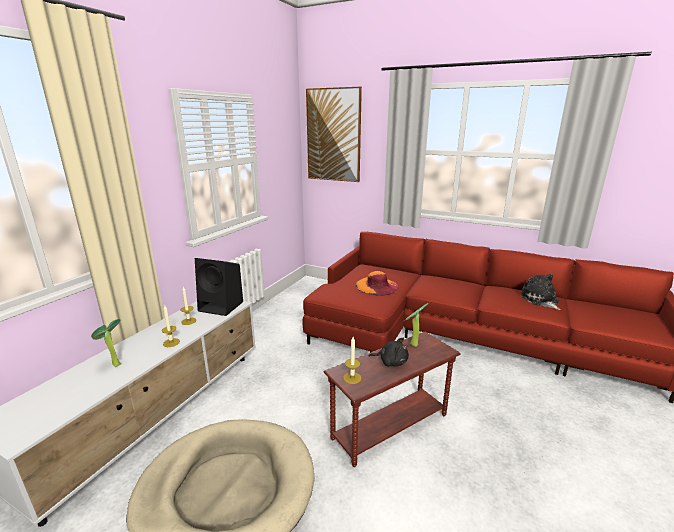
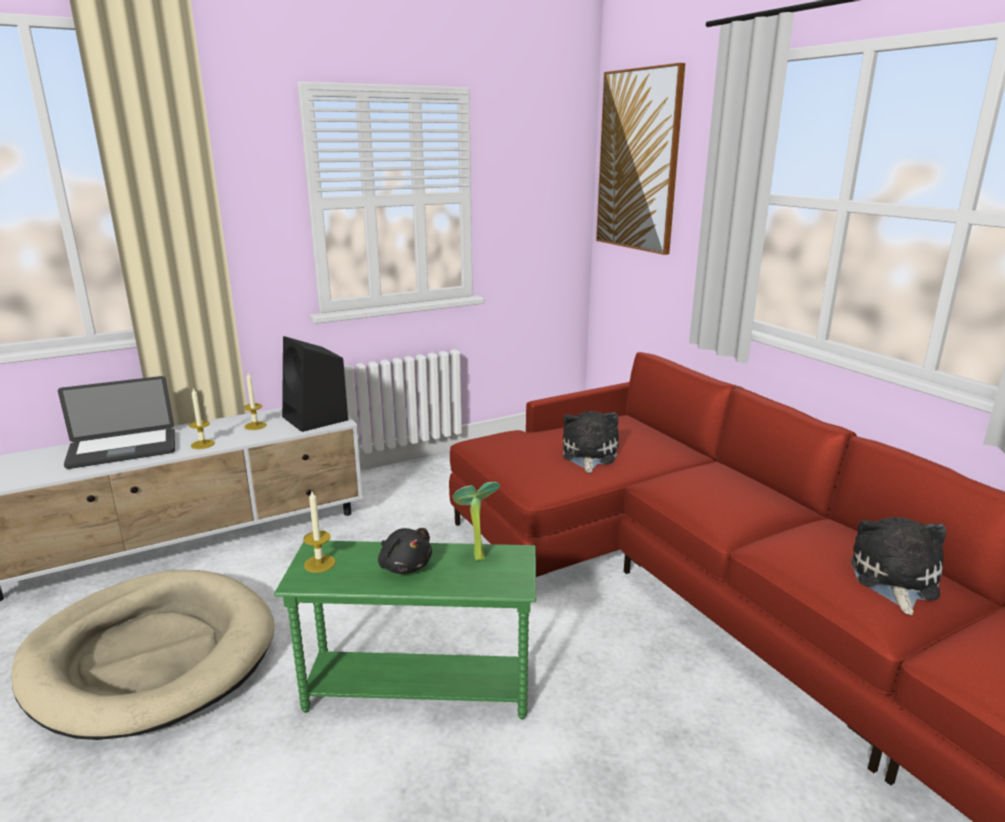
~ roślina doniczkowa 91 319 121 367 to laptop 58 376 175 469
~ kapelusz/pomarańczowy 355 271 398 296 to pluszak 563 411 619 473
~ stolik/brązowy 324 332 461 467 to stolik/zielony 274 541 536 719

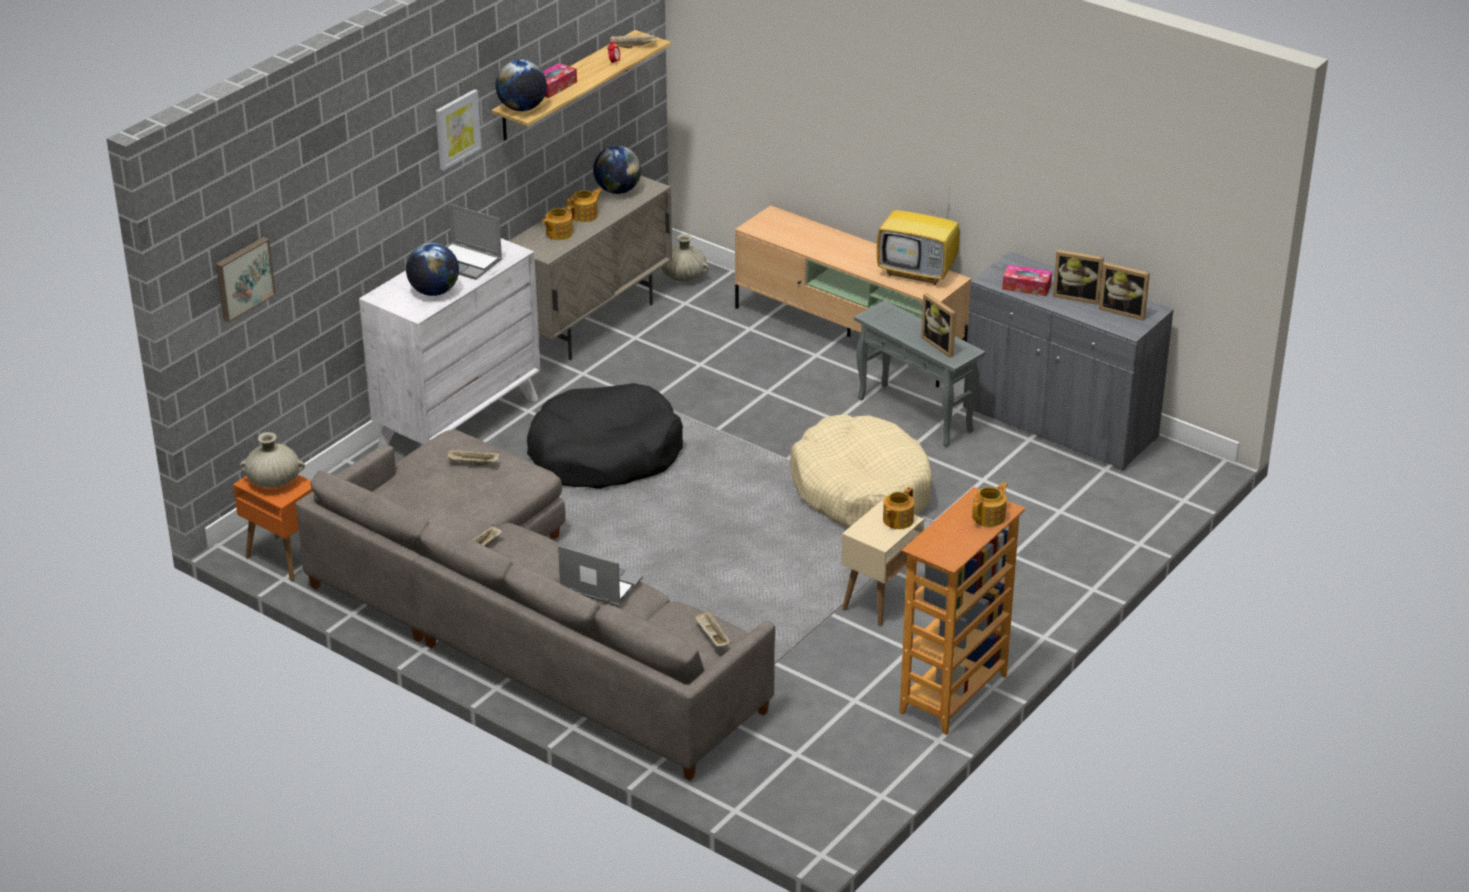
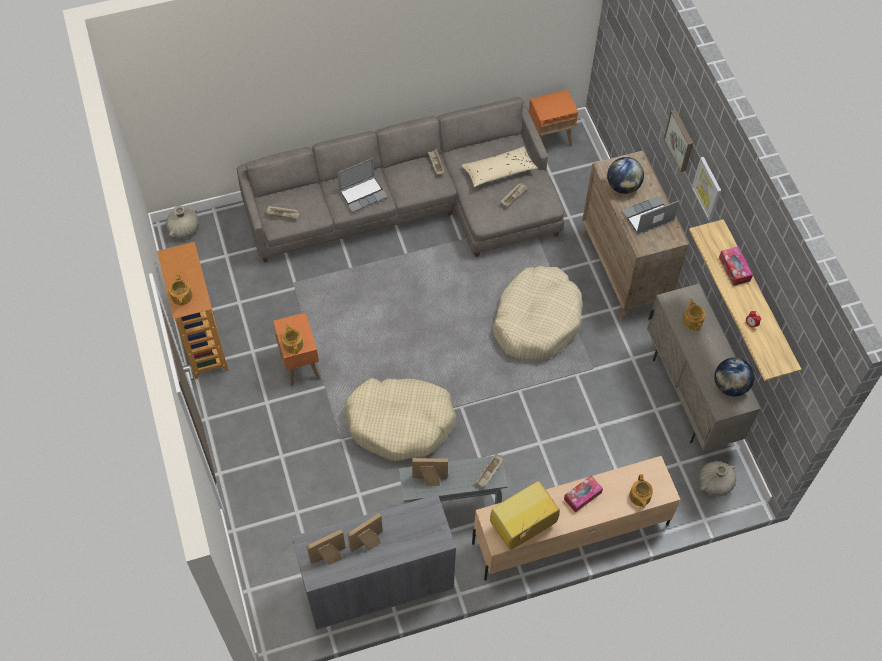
- globus 495 59 547 111
+ poduszka/beżowy 461 146 538 187
~ obraz 216 237 276 322 to 664 109 693 172
~ wazon/beżowy 240 432 305 488 to 166 205 199 238
~ imbryk 566 189 602 222 to 629 474 653 507
~ taca/beżowy 610 34 657 48 to 475 454 503 487
~ pudełko chusteczek 1002 265 1052 296 to 564 476 603 513
~ komoda/biały 359 238 540 448 to komoda/brązowy 582 150 689 321
~ legowisko/czarny 527 383 683 489 to legowisko/beżowy 493 266 583 360
~ stolik/beżowy 841 501 924 626 to stolik/pomarańczowy 273 312 320 386

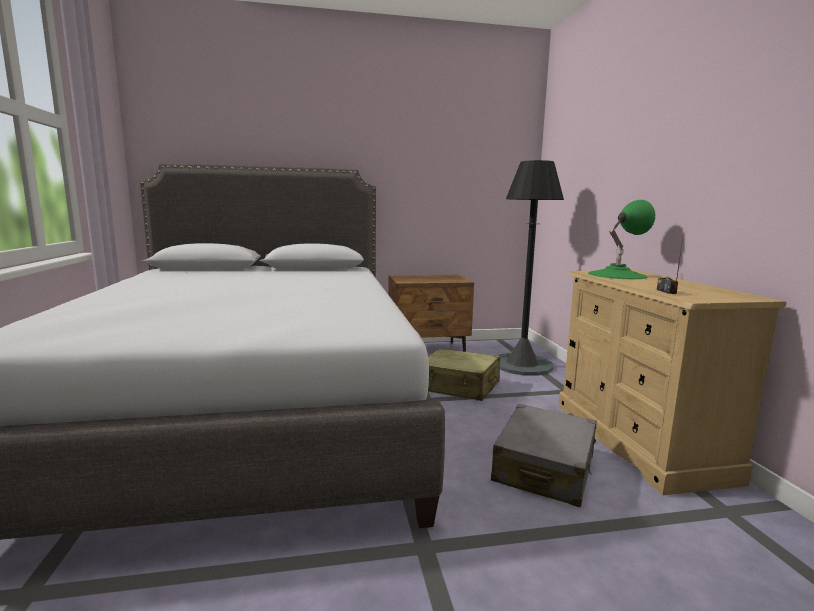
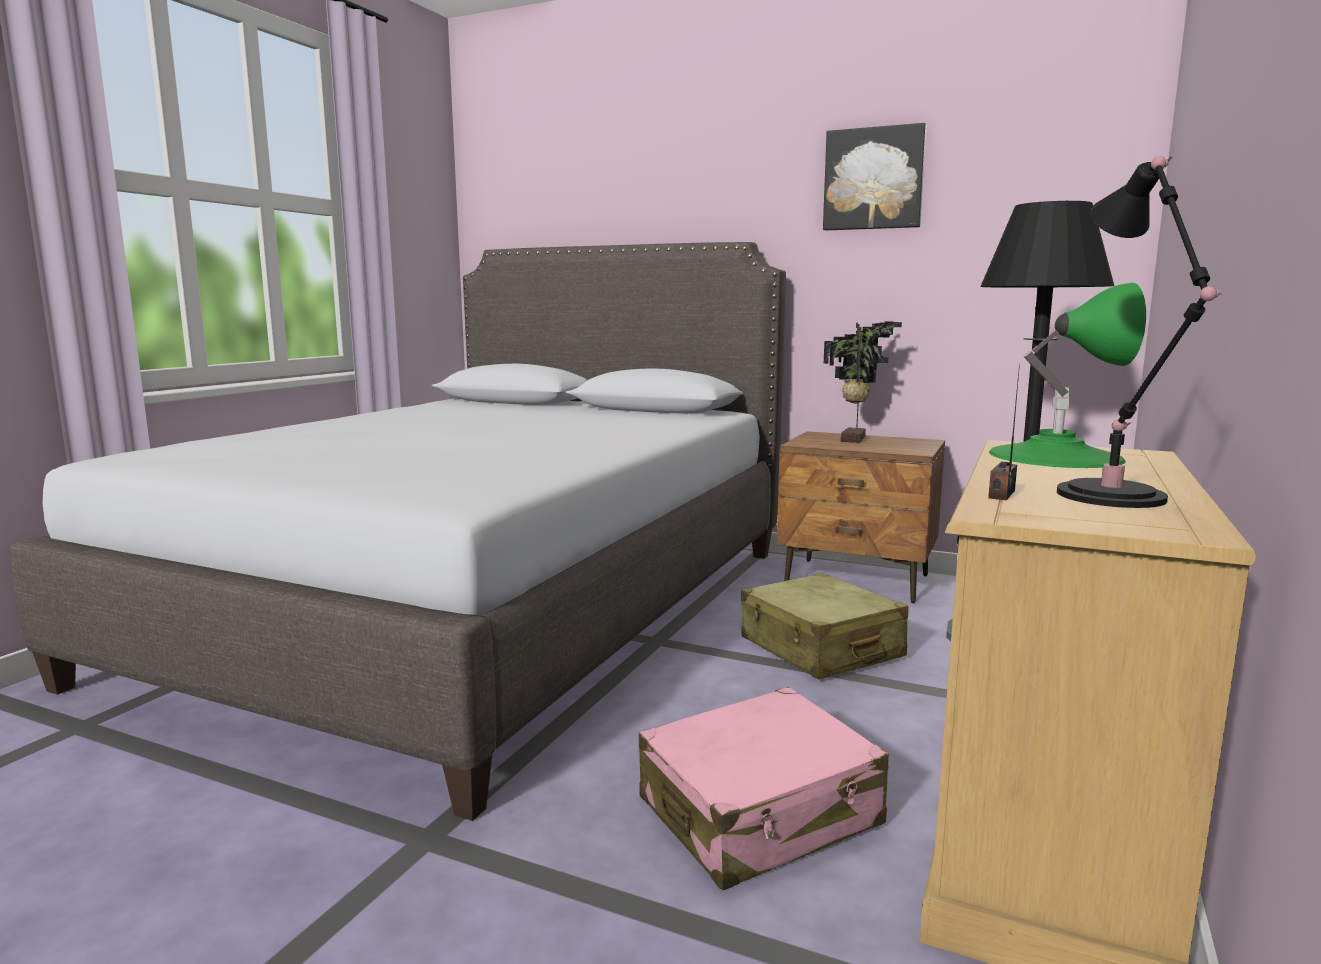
+ obraz 823 123 926 230
+ roślina doniczkowa 824 321 902 443
+ lampa stołowa/czarny 1057 156 1225 508
~ walizka/szary 491 404 597 507 to walizka/różowy 639 687 889 890

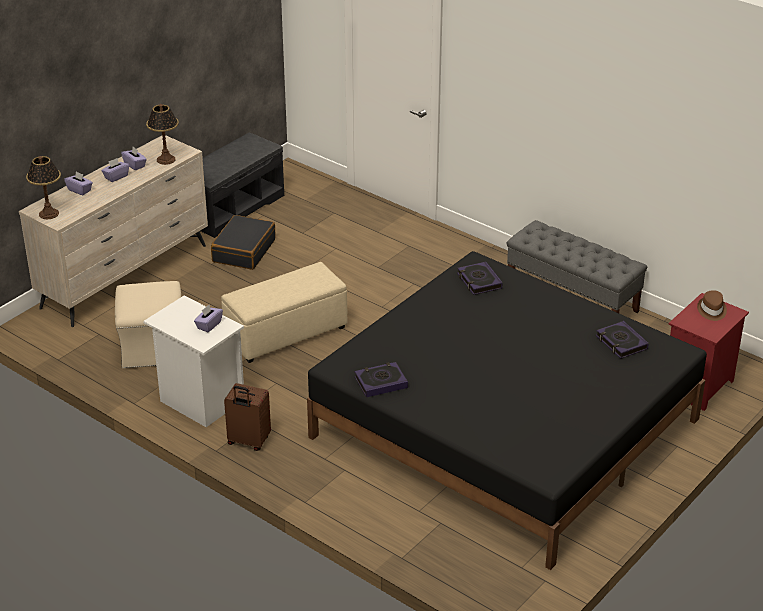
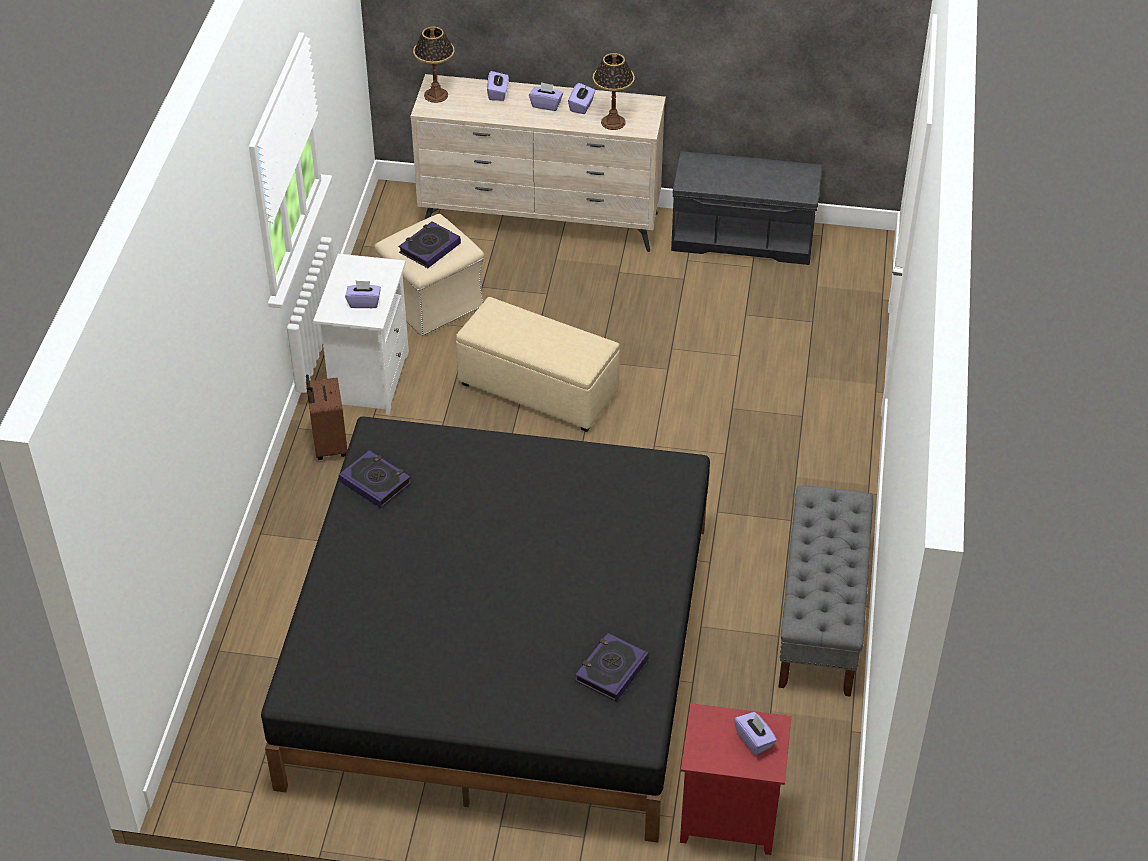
- walizka/czarny 211 215 276 270
~ książka 457 262 503 295 to 399 222 461 268
~ kapelusz/brązowy 697 290 727 321 to pudełko chusteczek/fioletowy 734 712 777 755

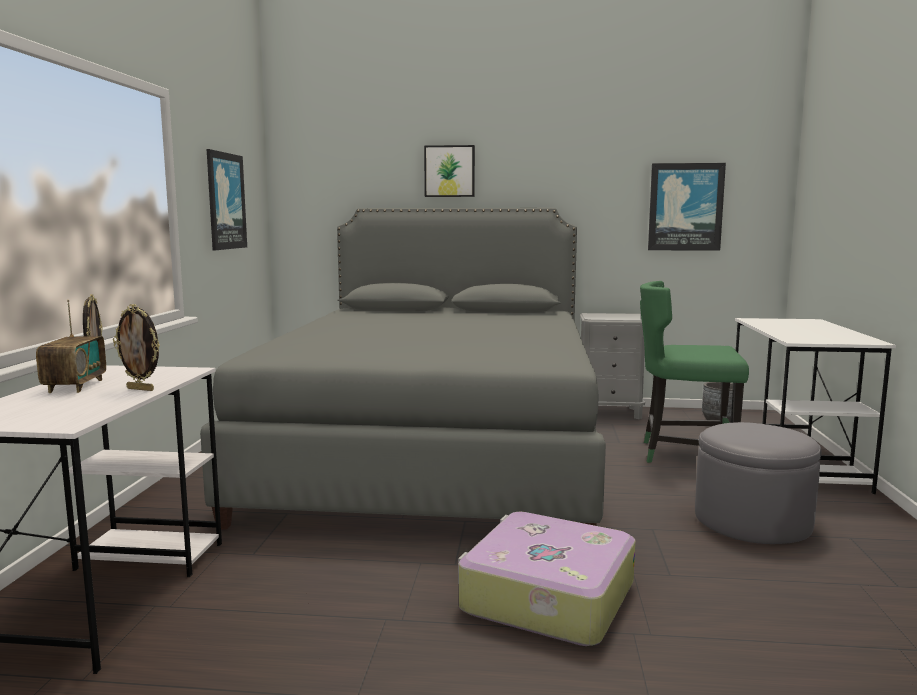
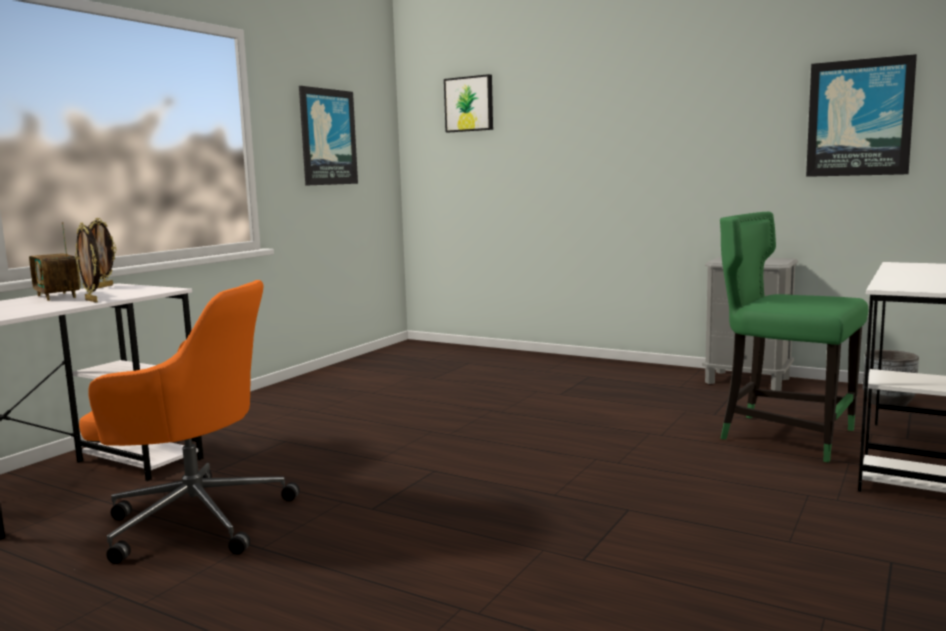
- łóżko/szary 200 208 606 530
- walizka 458 512 636 646
- pufa/szary 695 422 821 544
+ krzesło biurowe/pomarańczowy 79 280 300 564
~ obraz 424 145 475 197 to 444 74 493 133
~ radio 36 300 106 393 = 29 222 81 301 120 degrees clockwise

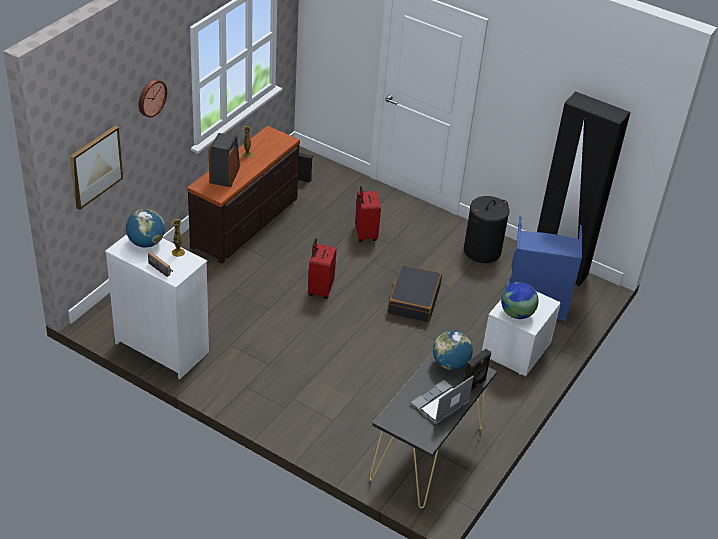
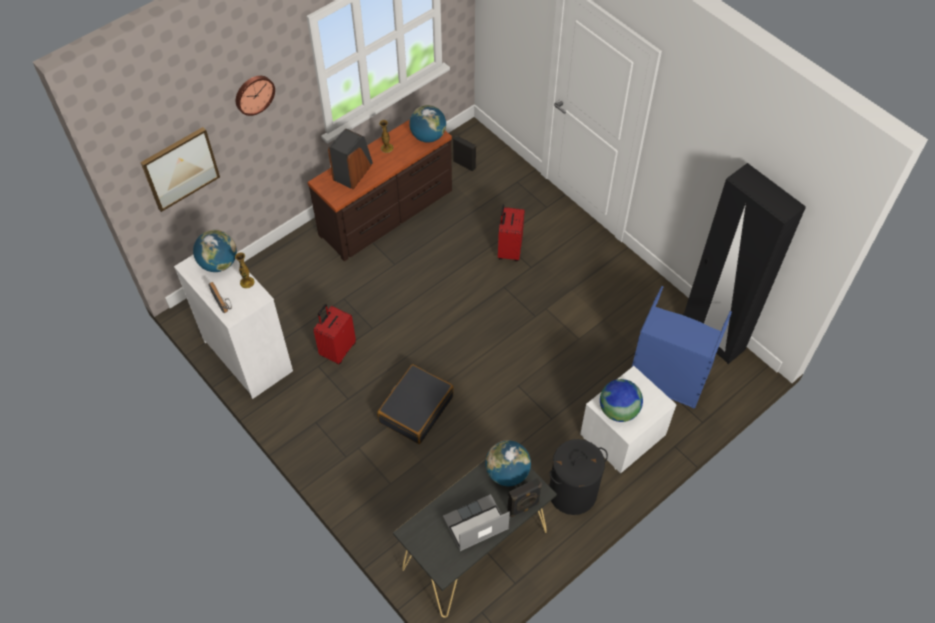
+ globus 409 105 446 142
~ walizka/czerwony 308 238 337 299 to 313 304 356 364
~ walizka/czarny 387 265 442 323 to 377 364 454 444
~ kosz na pranie/czarny 464 196 510 263 to 549 439 608 515

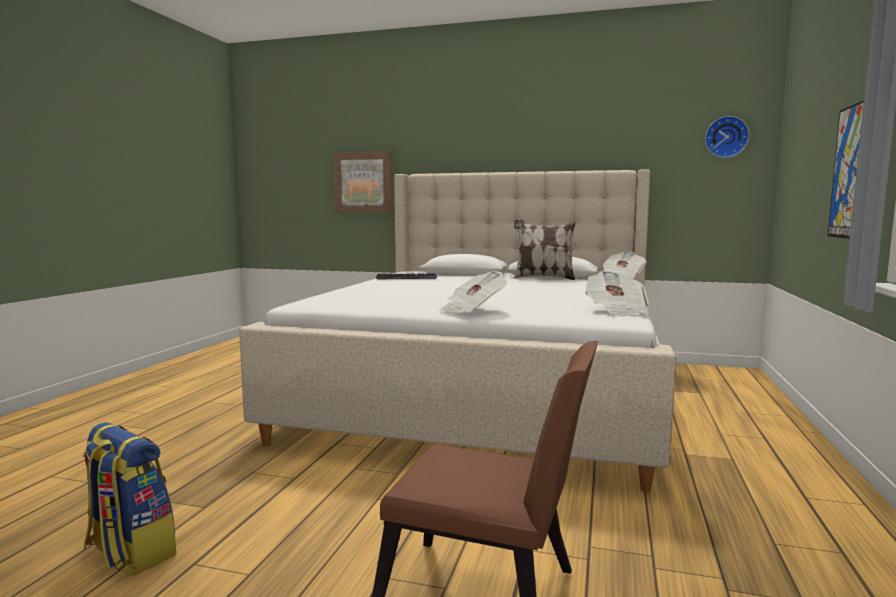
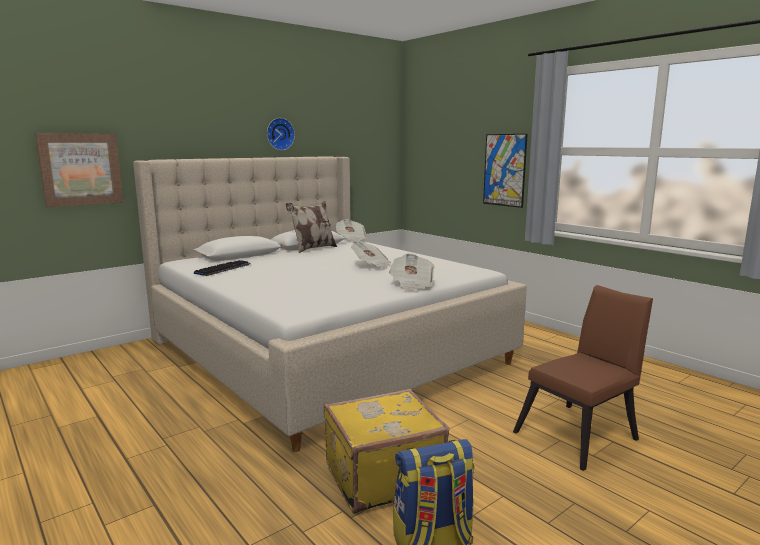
+ walizka/żółty 324 389 449 514
~ gazeta 585 271 649 317 to 351 241 391 269
~ zegar ścienny 705 116 749 158 to 267 118 295 151

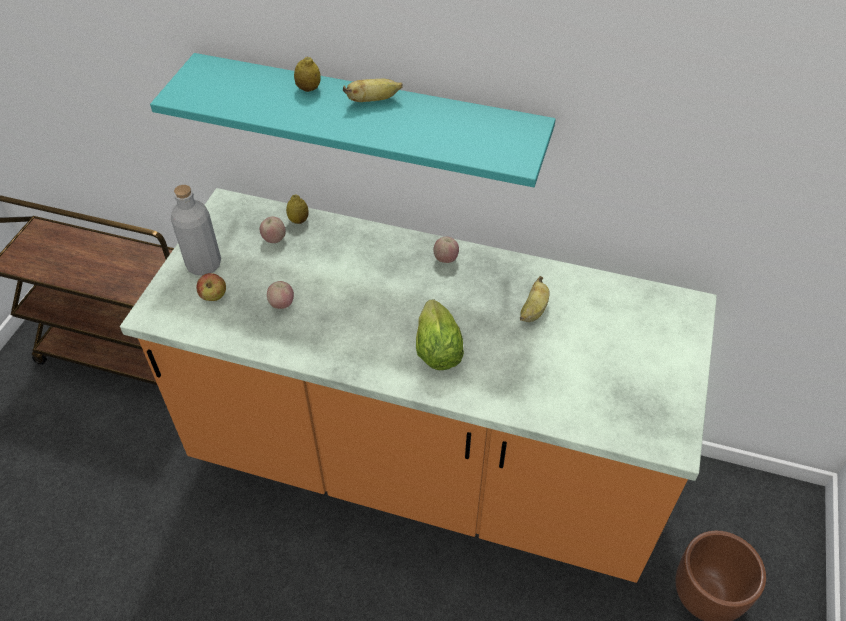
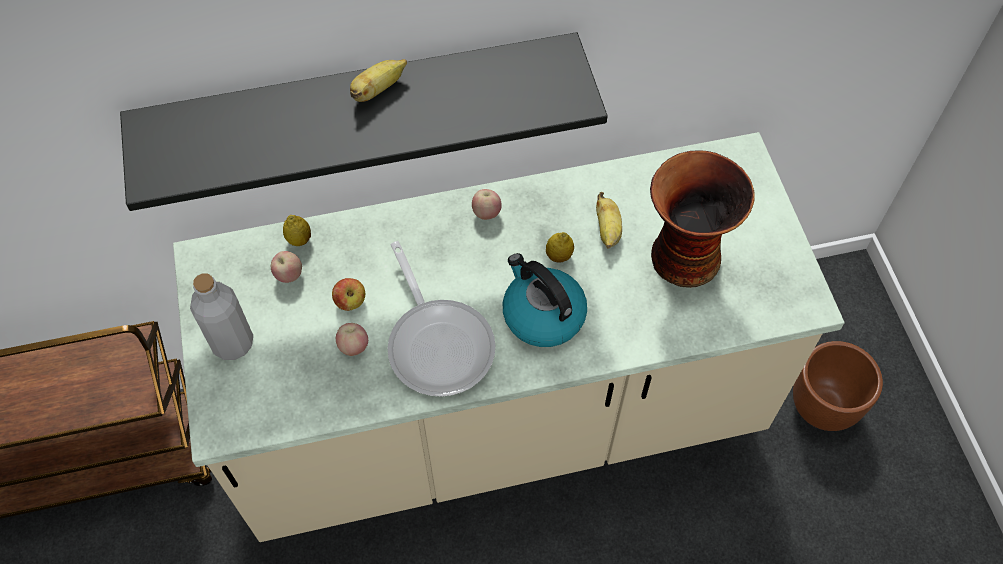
+ patelnia 388 241 496 397
+ wazon 650 150 755 288
~ jabłko 196 273 226 301 to 332 278 365 311
~ cytryna 294 57 321 92 to 546 232 574 263
~ sałata 416 299 464 370 to czajnik 503 253 587 347
~ zabudowa kuchenna/pomarańczowy 120 188 717 583 to zabudowa kuchenna/beżowy 173 132 845 542
~ półka/turkusowy 150 53 556 187 to półka/czarny 120 32 608 211

